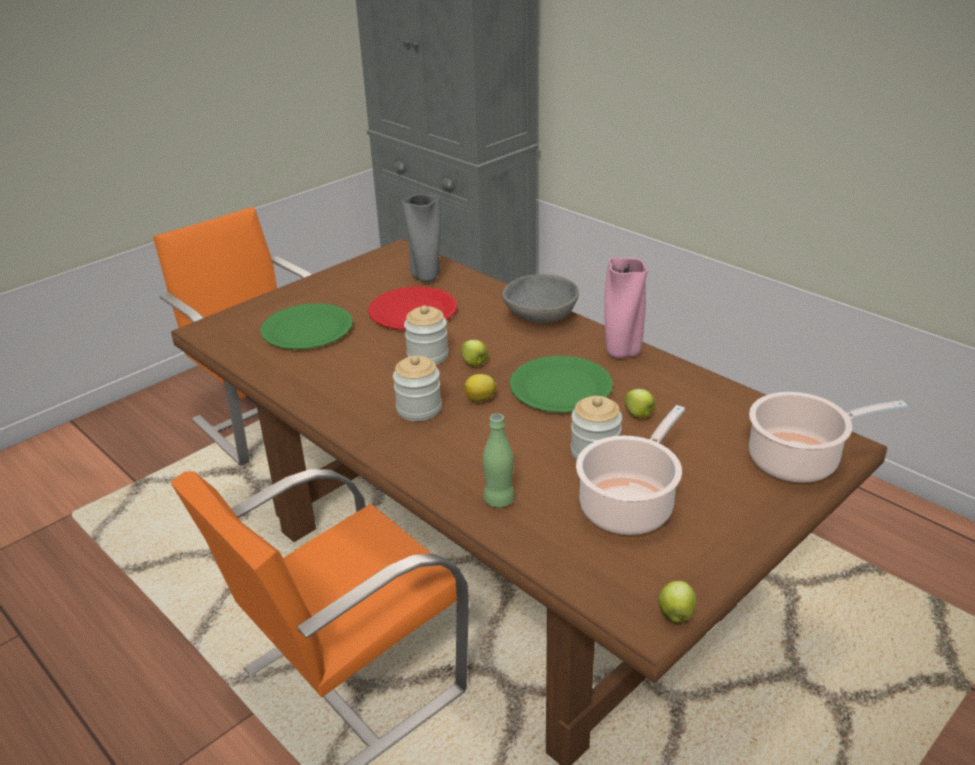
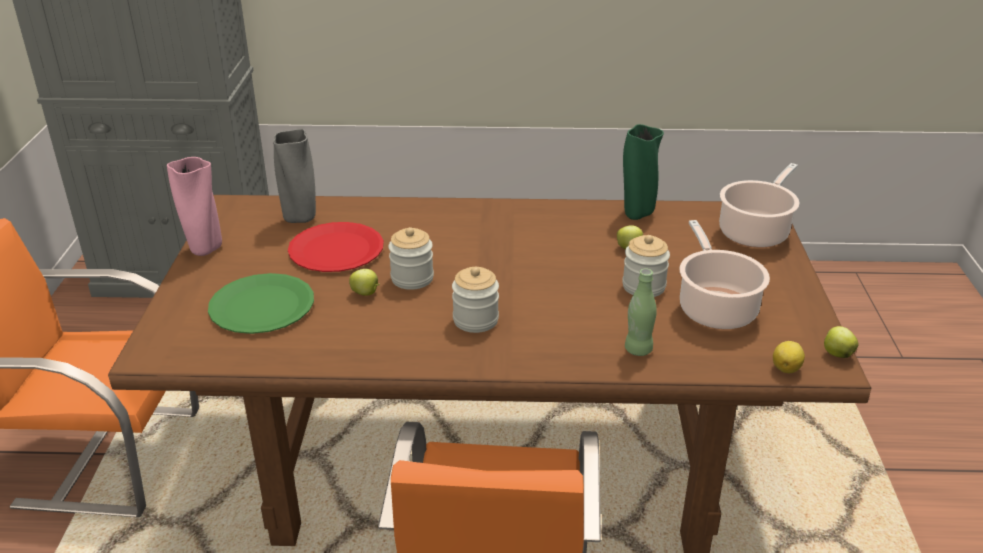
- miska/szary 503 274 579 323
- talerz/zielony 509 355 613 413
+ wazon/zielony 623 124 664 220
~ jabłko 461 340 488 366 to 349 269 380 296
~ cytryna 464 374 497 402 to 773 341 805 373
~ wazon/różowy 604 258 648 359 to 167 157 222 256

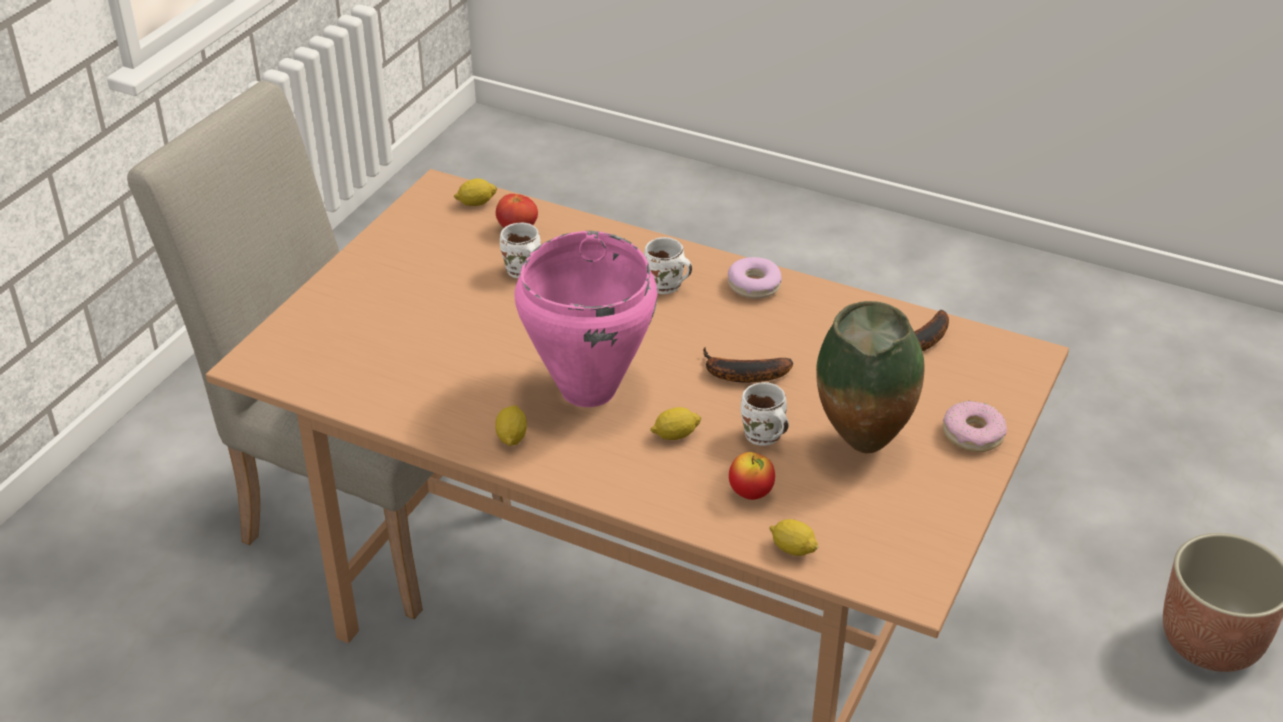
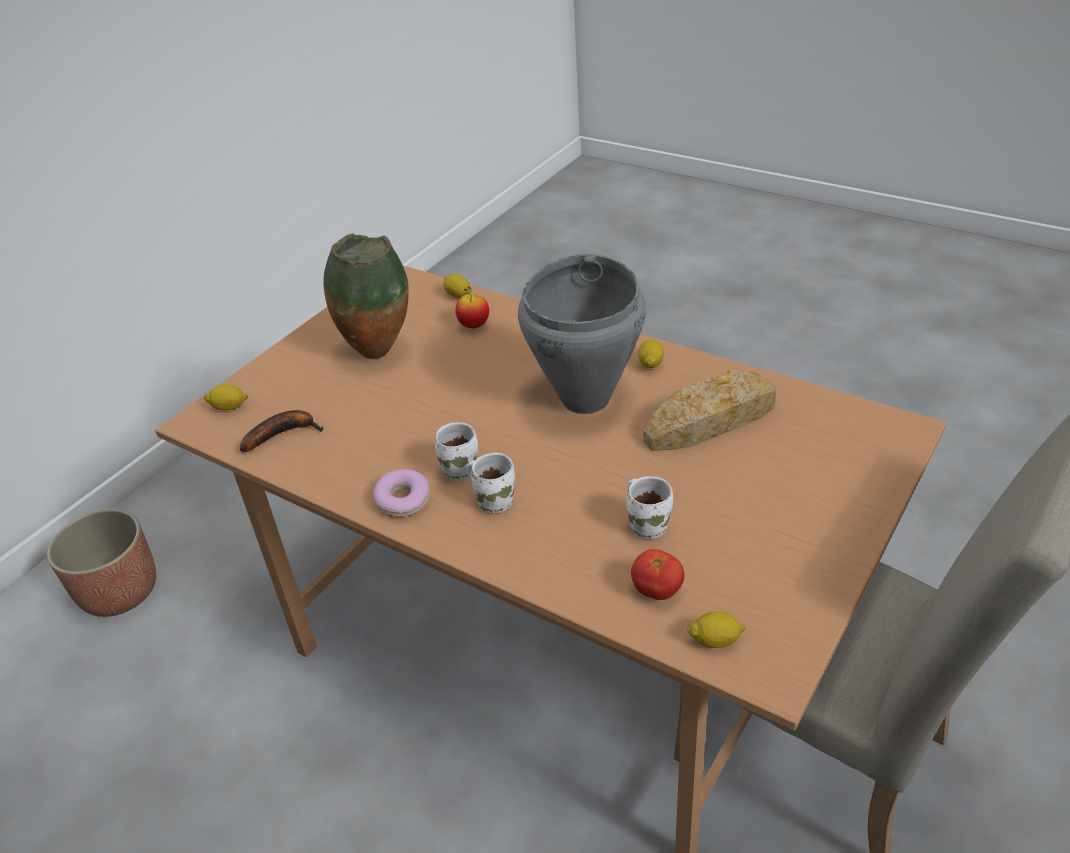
- banan 703 347 793 383
- donut 943 401 1007 452
+ chleb 644 370 776 451
~ cytryna 650 407 702 440 to 204 384 248 410
~ kubek/biały 741 382 789 446 to 435 422 478 480
~ garnek/różowy 515 231 657 407 to garnek/szary 518 254 646 414

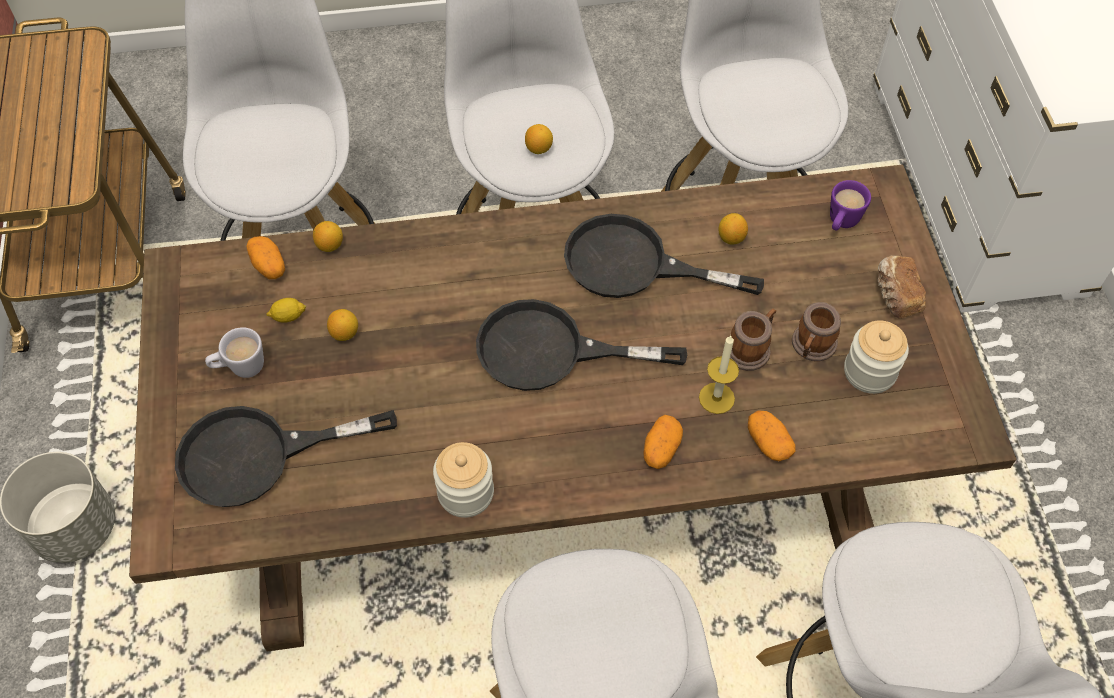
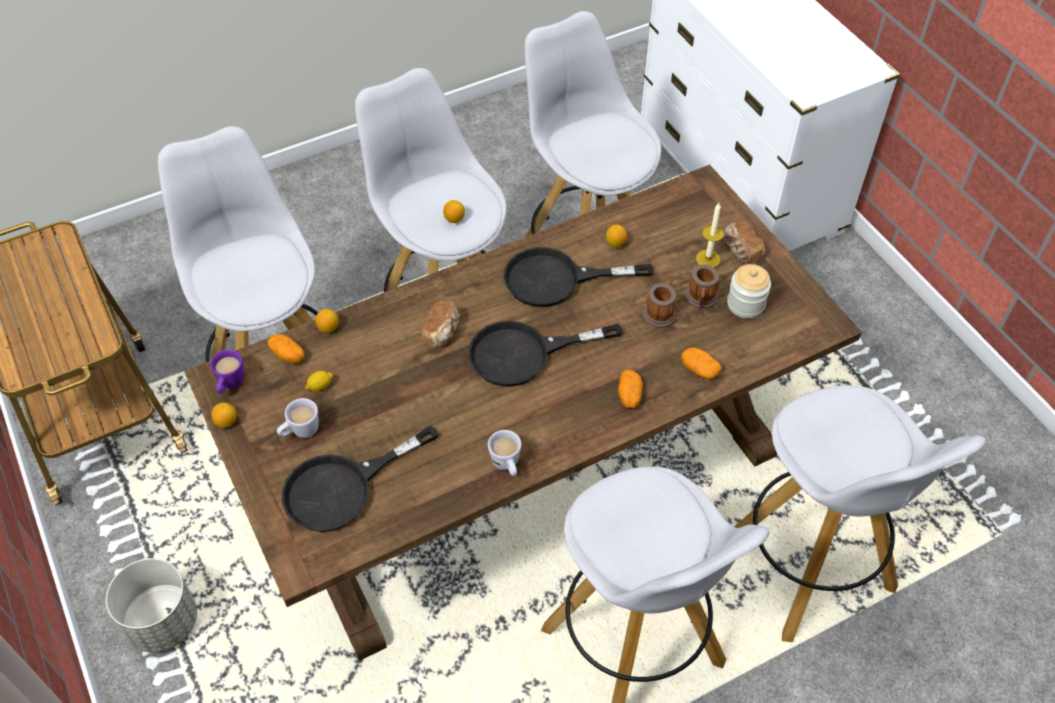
+ chleb 421 301 460 348
~ cytryna 327 309 358 341 to 211 402 237 428
~ świeca 699 336 739 414 to 696 203 724 268
~ kubek/fioletowy 830 180 871 231 to 210 350 244 394
~ słoik 433 442 494 518 to kubek/biały 488 430 521 476

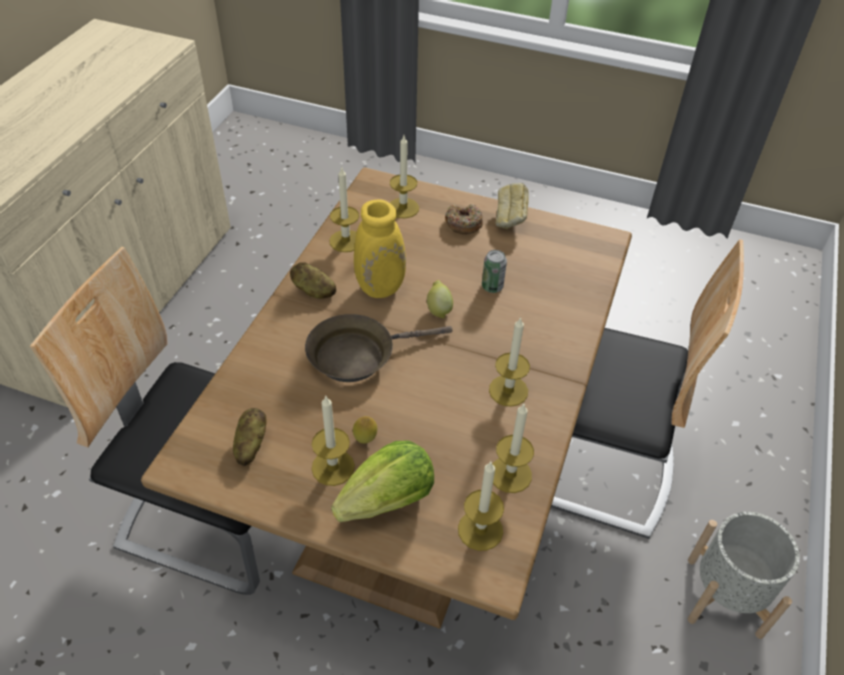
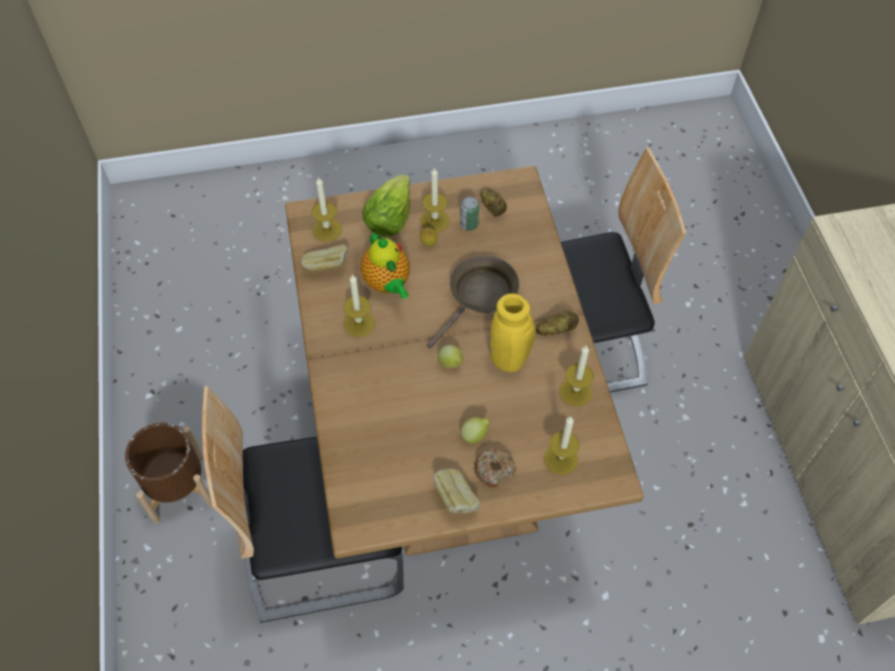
+ imbryk 360 232 410 299
+ cytryna 460 417 491 444
~ puszka 482 250 507 293 to 460 197 479 231
~ świeca 492 404 534 493 to chleb 301 245 348 272
~ donica/szary 688 512 800 639 to donica/brązowy 125 423 213 524

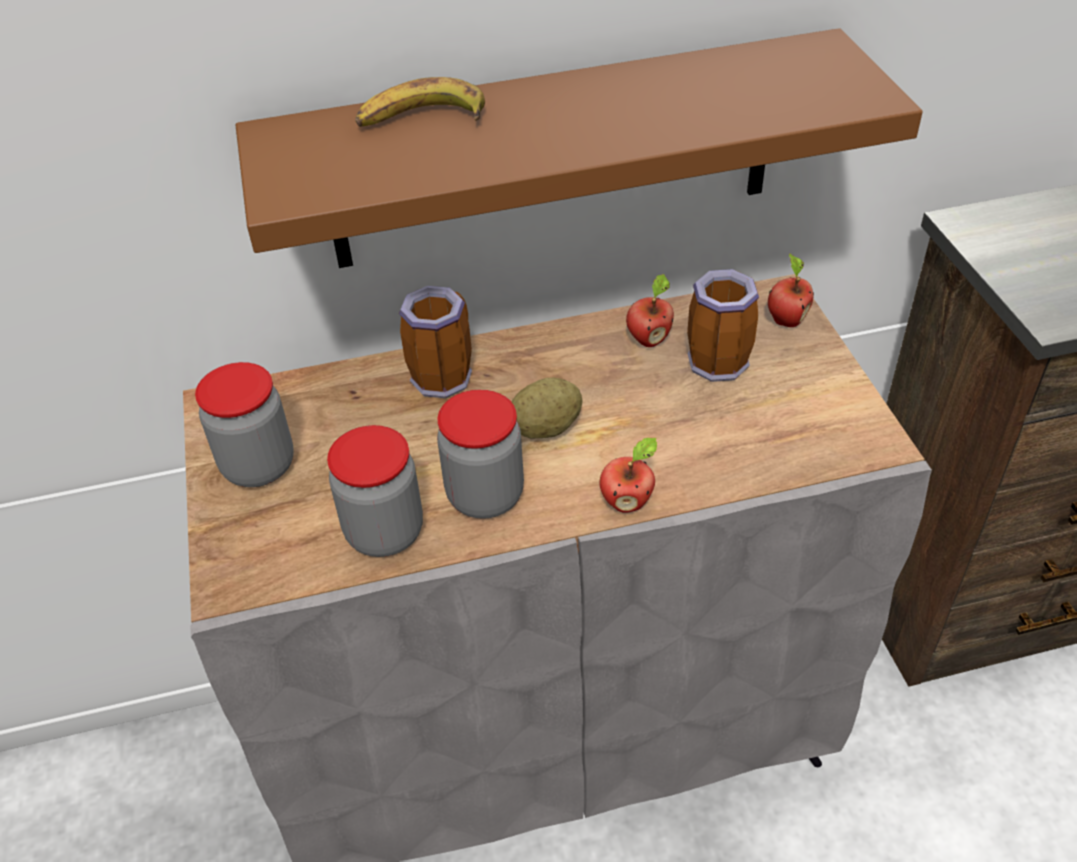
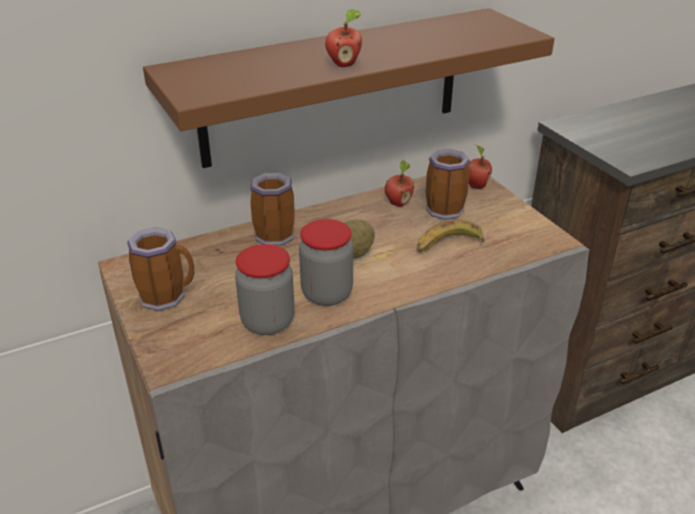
~ banan 355 77 485 127 to 417 220 485 253
~ jabłko 600 438 657 513 to 325 9 362 67
~ słoik 195 362 294 487 to kubek 127 227 194 311

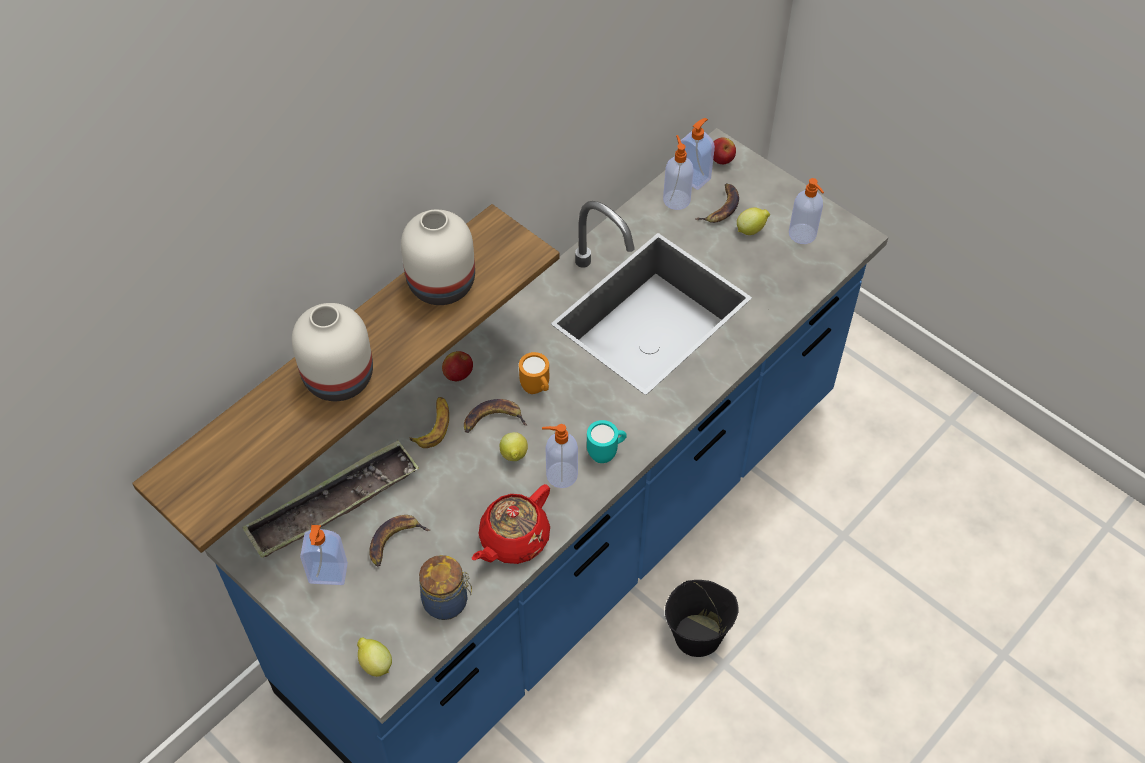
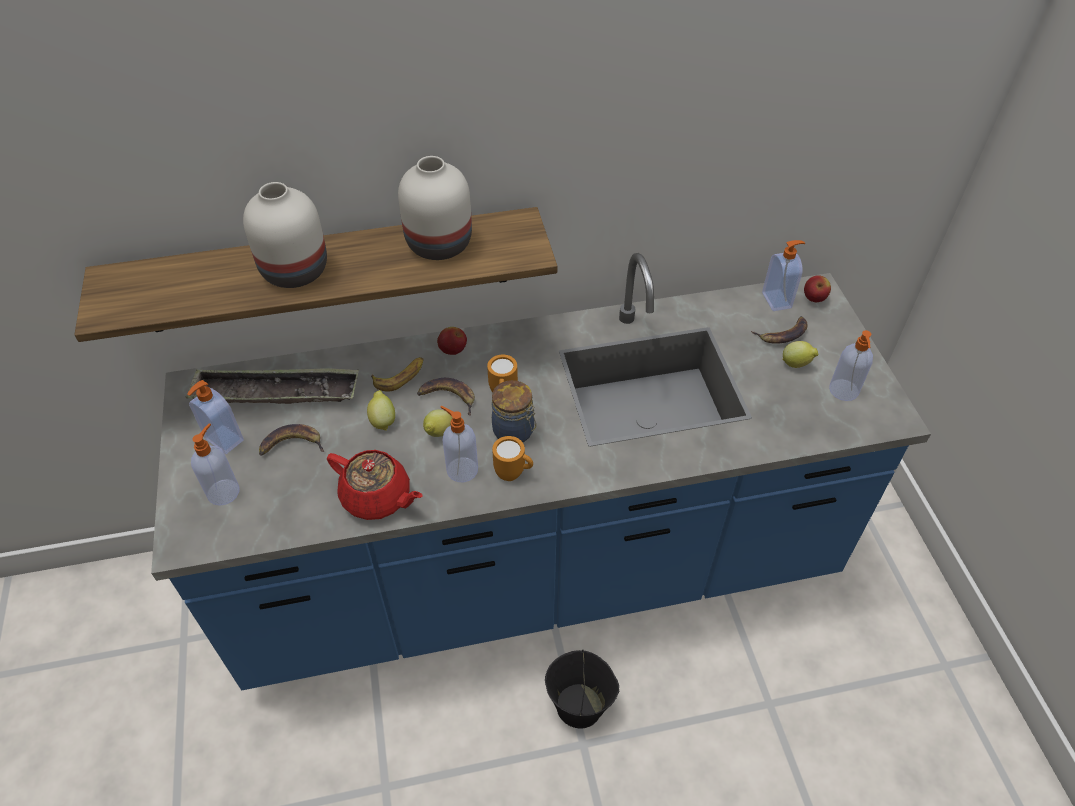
~ cytryna 357 637 392 677 to 367 390 395 431
~ słoik 419 555 472 620 to 492 380 536 442
~ dozownik mydła 663 135 694 210 to 191 423 239 506
~ kubek/turkusowy 587 420 627 463 to kubek/pomarańczowy 492 436 533 481
~ imbryk/czerwony 472 484 550 564 = 327 450 423 520 135 degrees counterclockwise

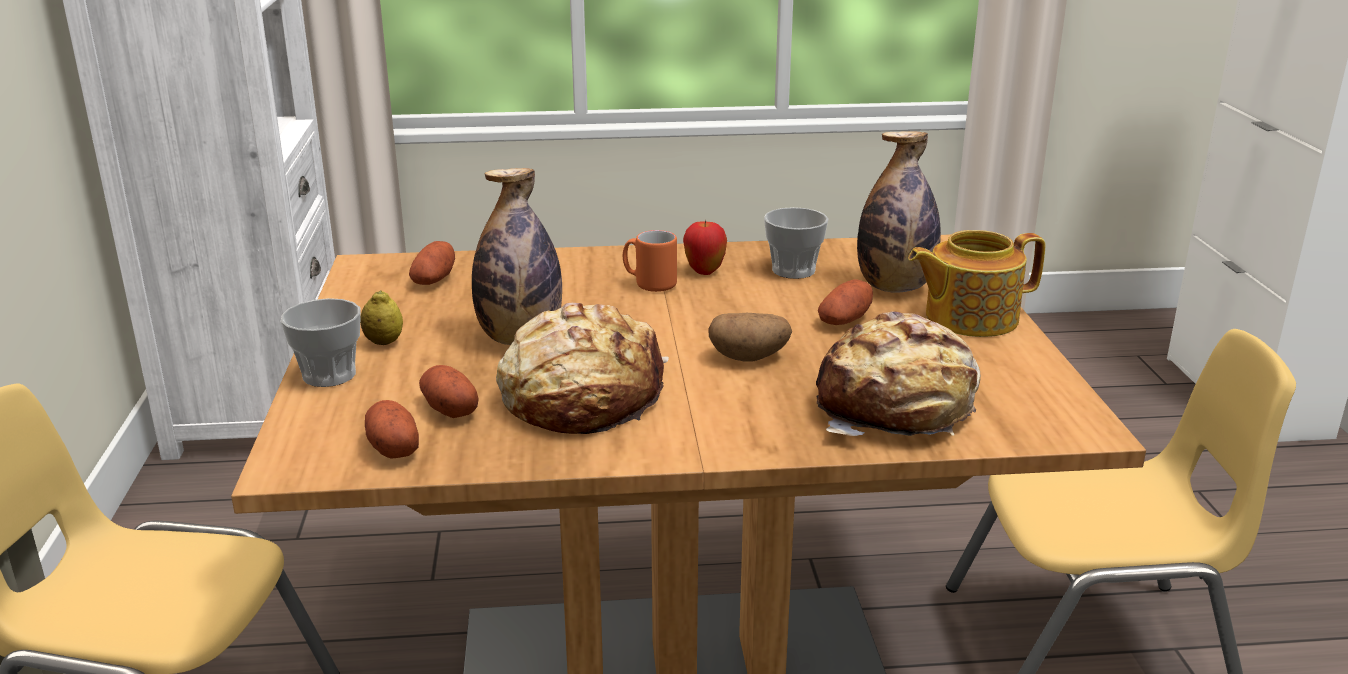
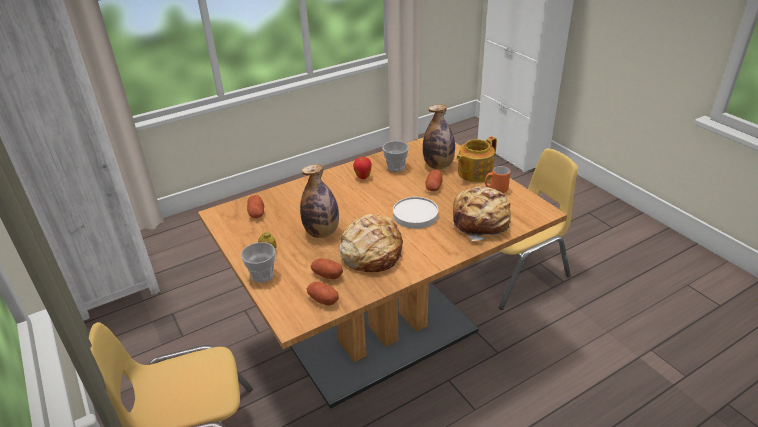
~ kubek/pomarańczowy 623 230 677 292 to 485 166 510 193
~ ziemniak 708 313 792 362 to talerz/biały 393 197 438 229

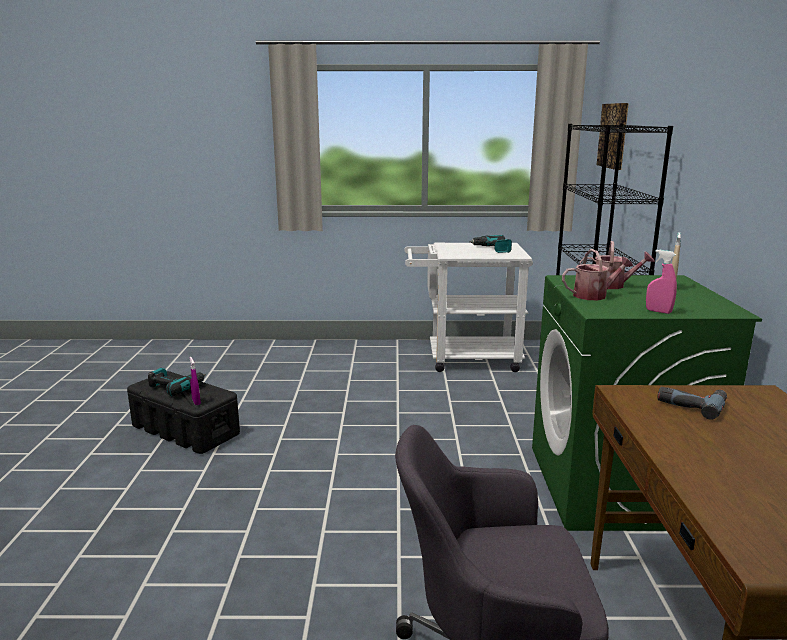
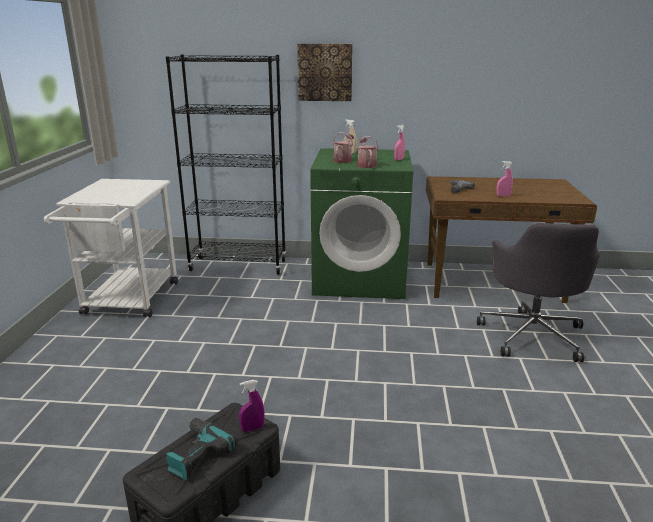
- wiertarka 469 235 512 253
+ spryskiwacz/różowy 496 161 513 197
~ obraz 596 103 629 170 to 297 44 353 101

